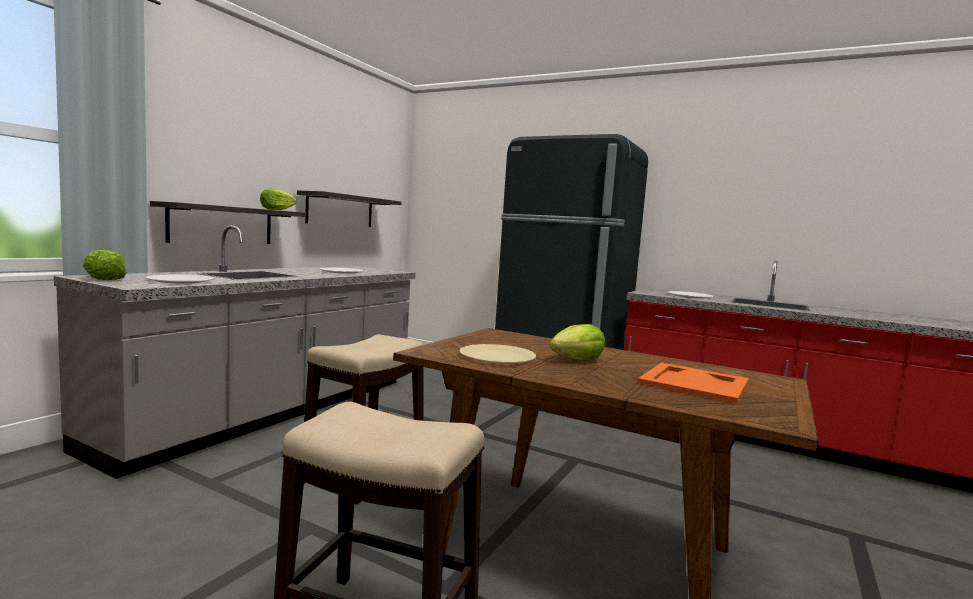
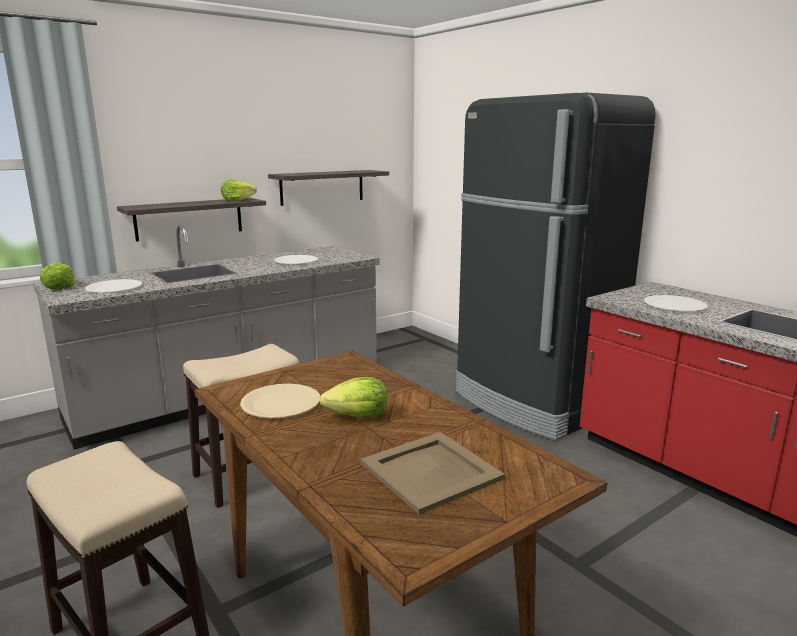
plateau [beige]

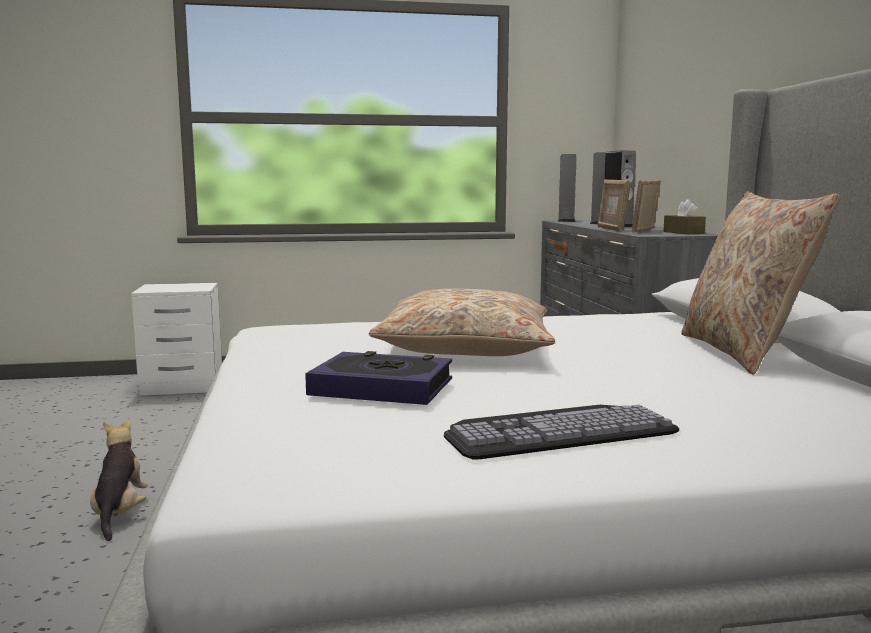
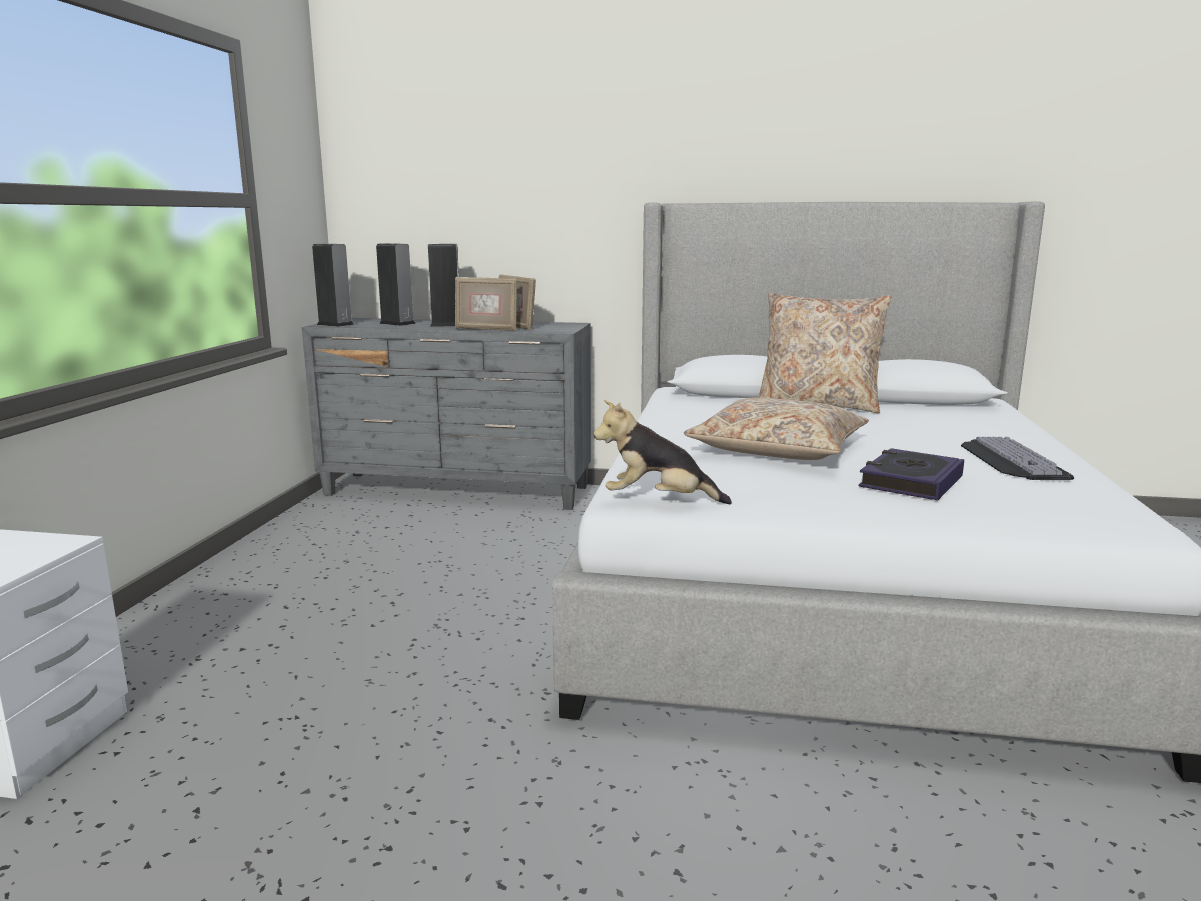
boîte à mouchoirs [marron]; peluche

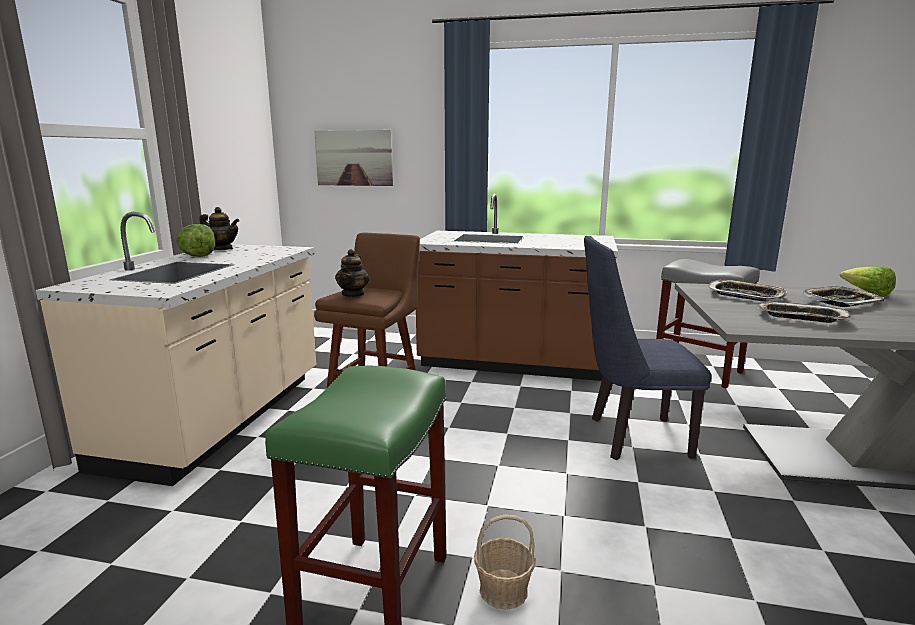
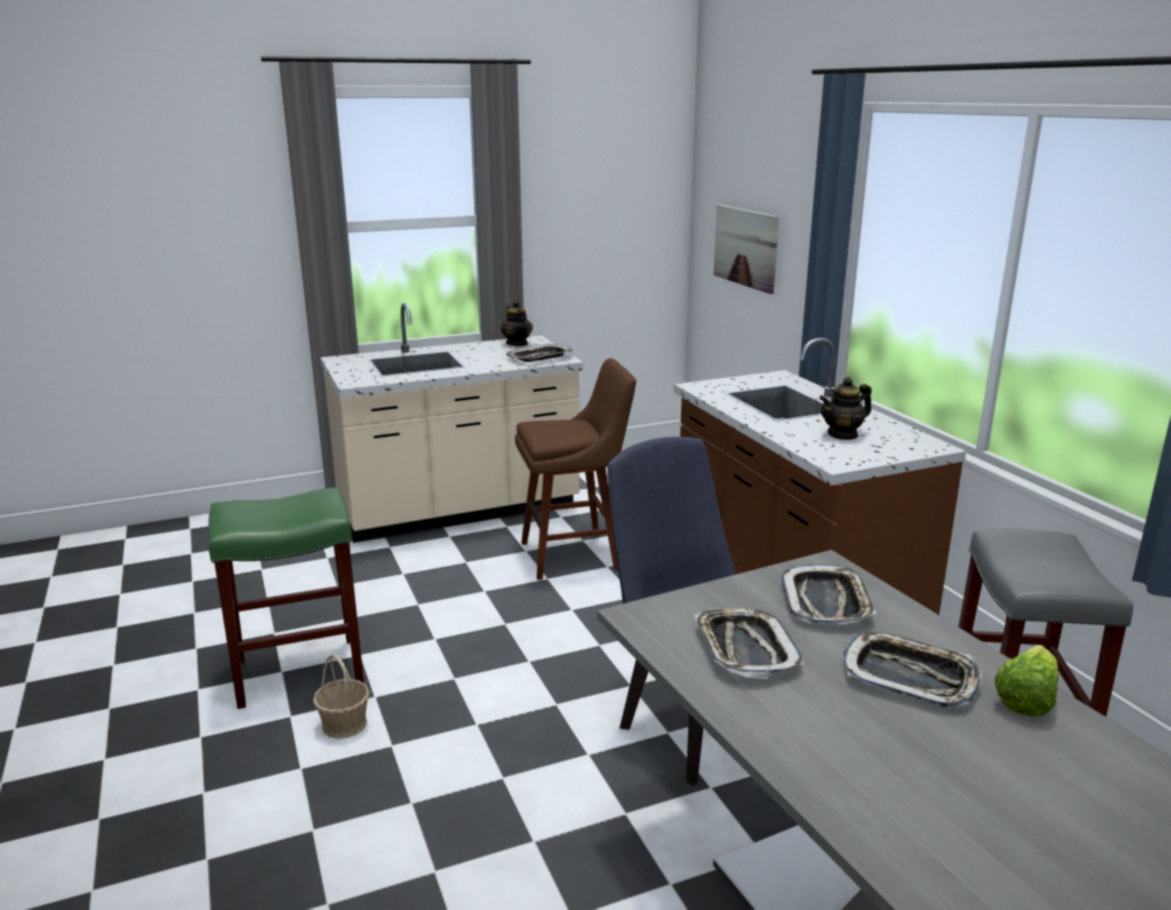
laitue (no. 1 from left in the first image); plateau (no. 1 from left); théière (no. 2 from left)

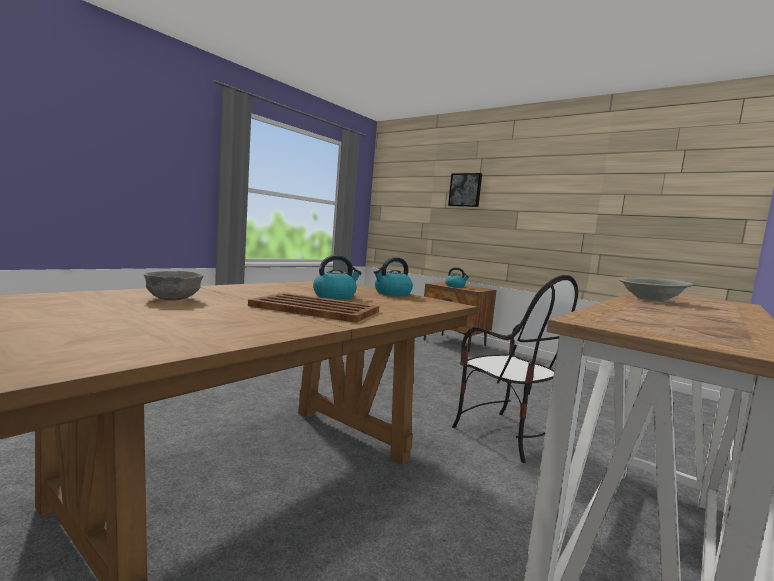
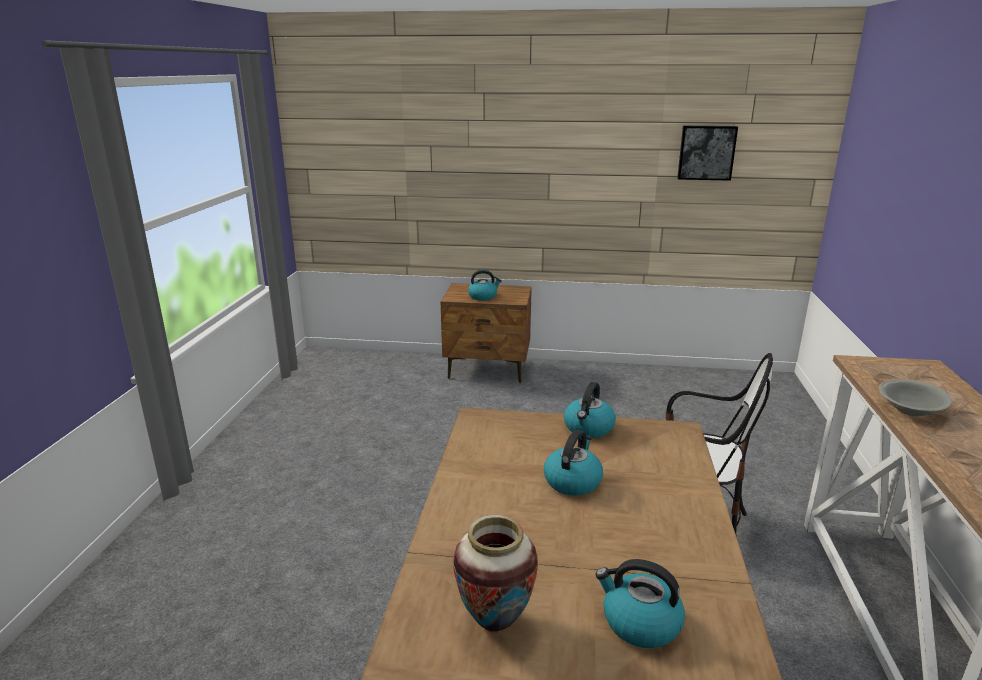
plateau [marron]; bouilloire (no. 4 from left); tableau; vase

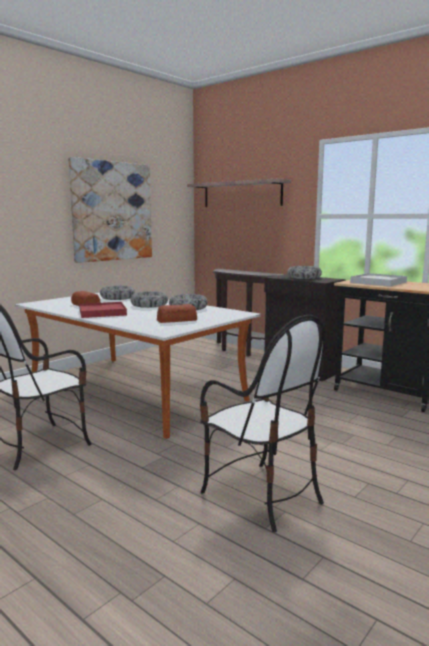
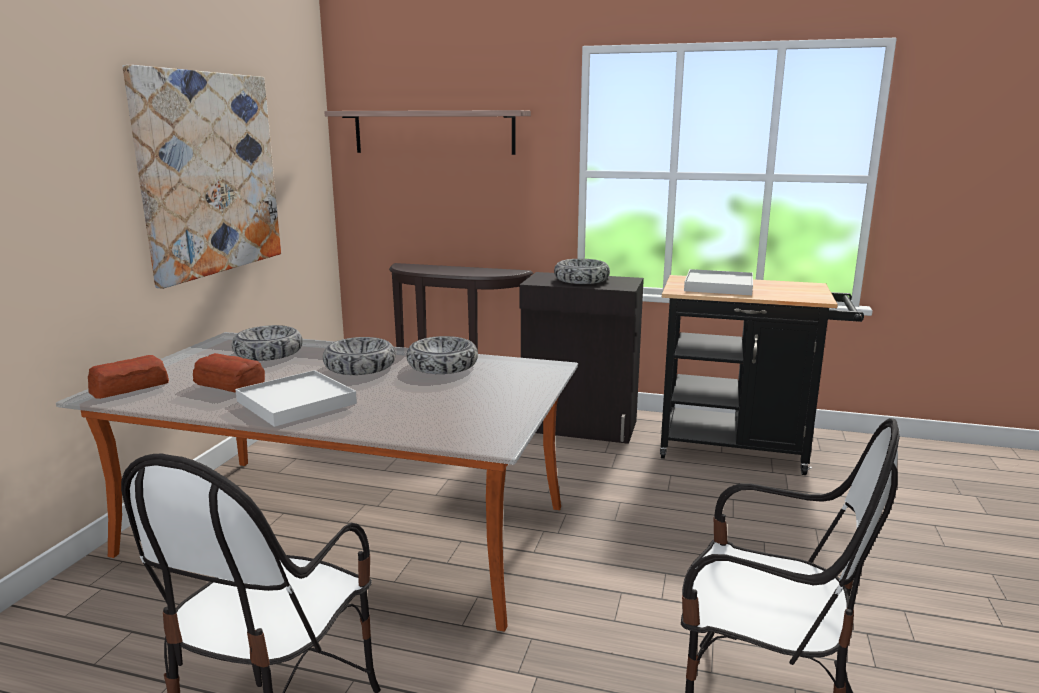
pain (no. 1 from left); plateau [blanc] (no. 1 from left)

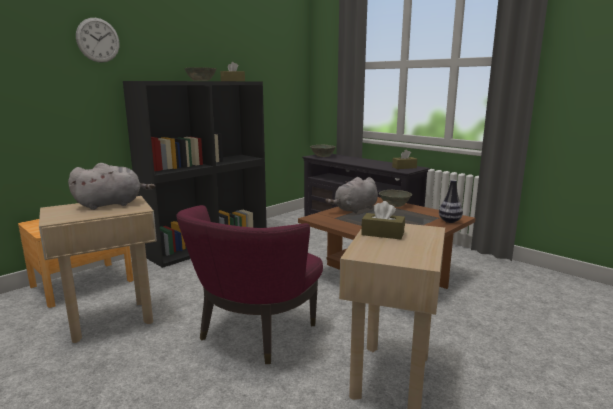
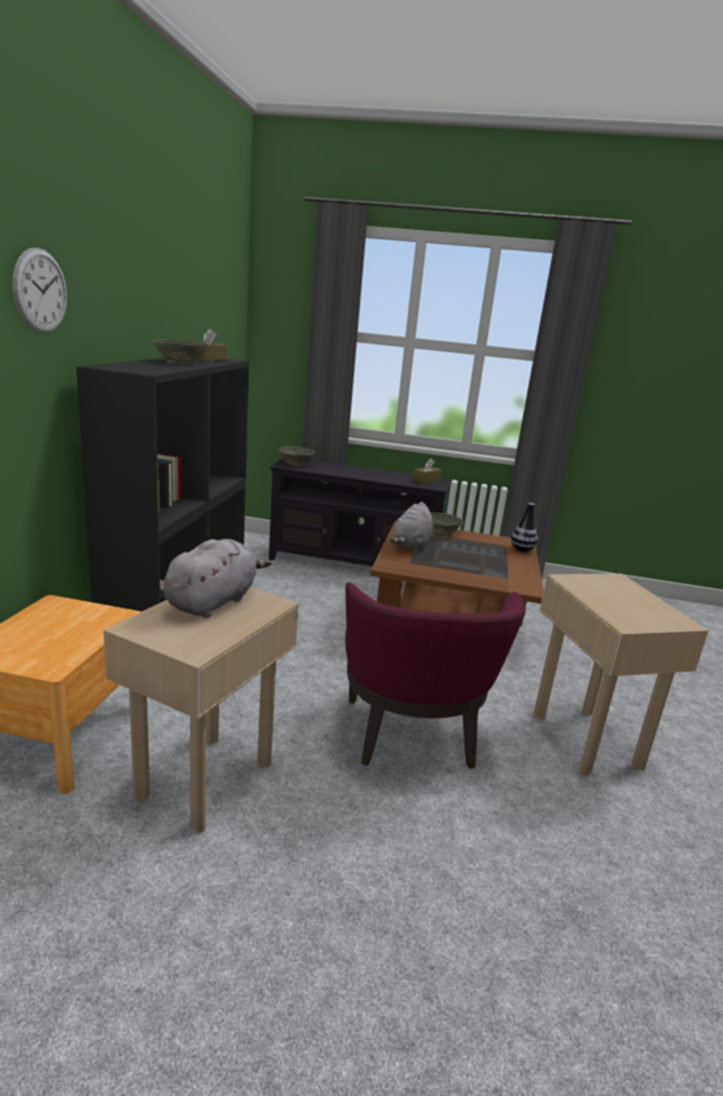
boîte à mouchoirs [marron] (no. 2 from left in the first image)

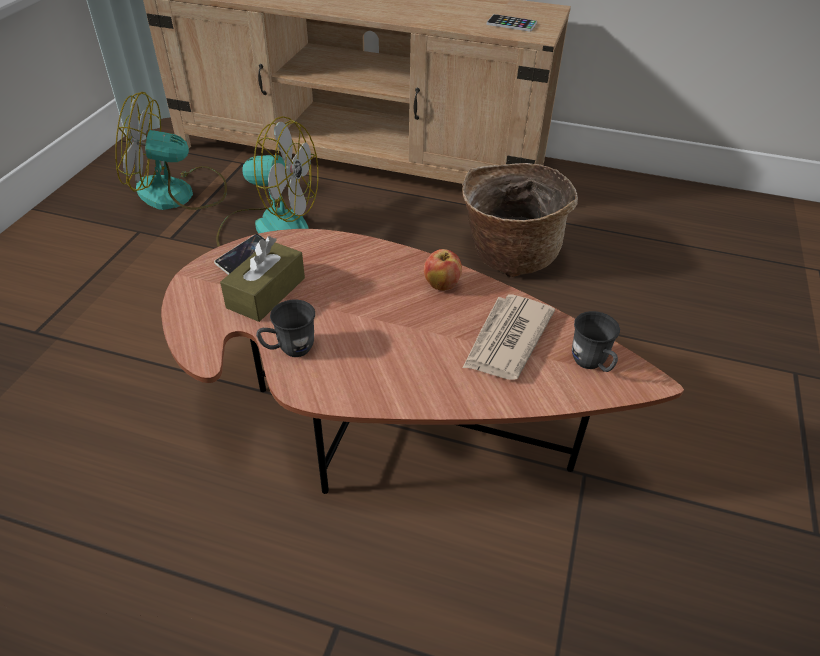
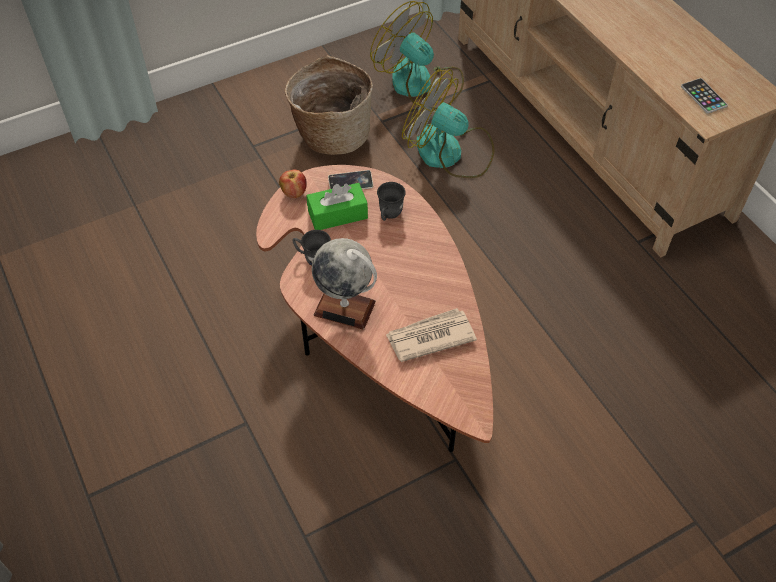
globe; pomme; panier; mug [gris] (no. 2 from left); boîte à mouchoirs [vert]; ventilateur (no. 2 from left)

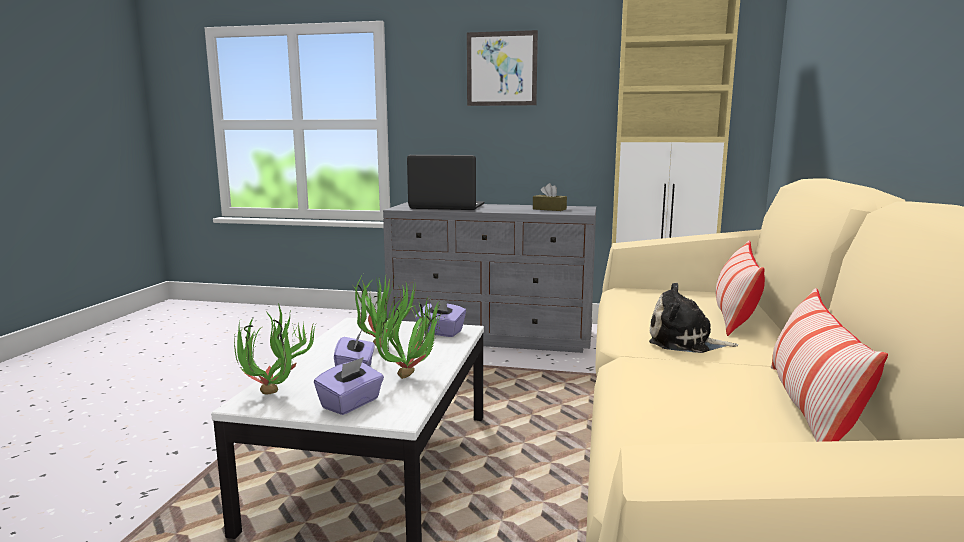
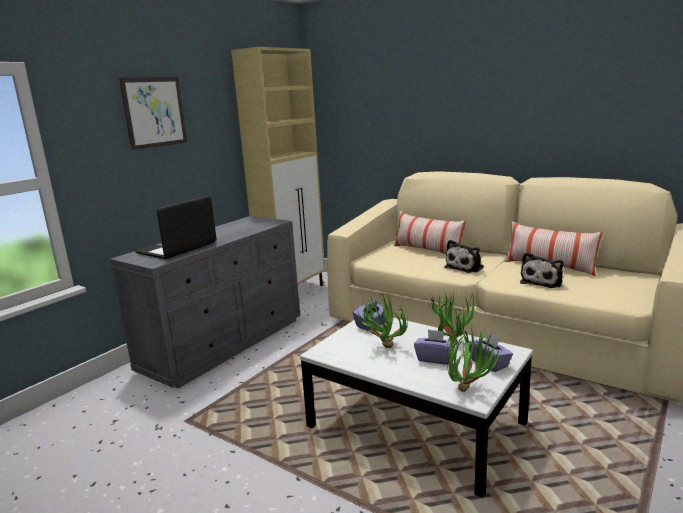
boîte à mouchoirs [marron]; peluche (no. 2 from left)

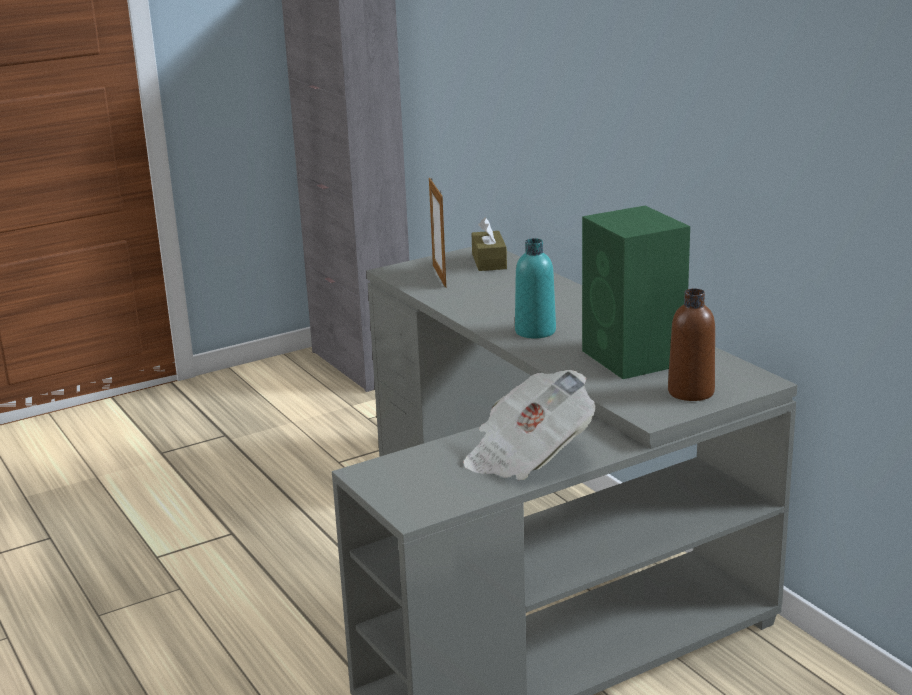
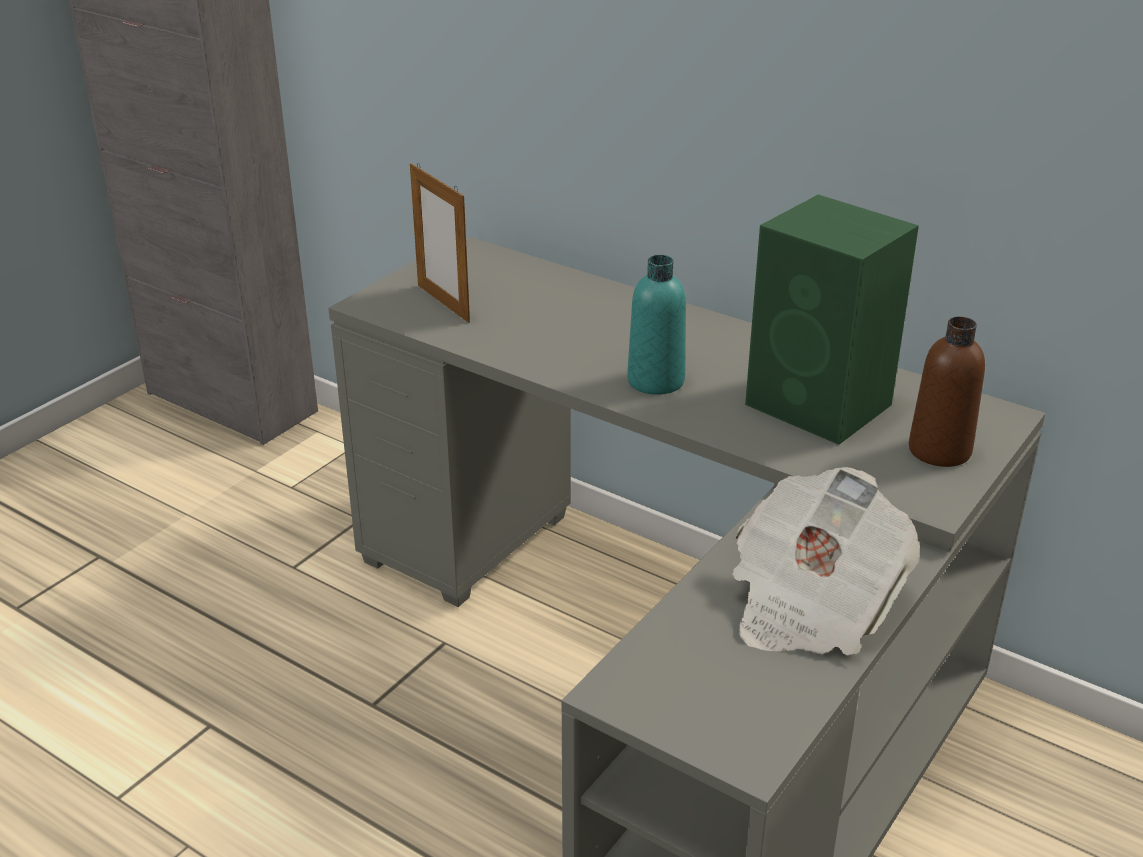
boîte à mouchoirs [marron]

